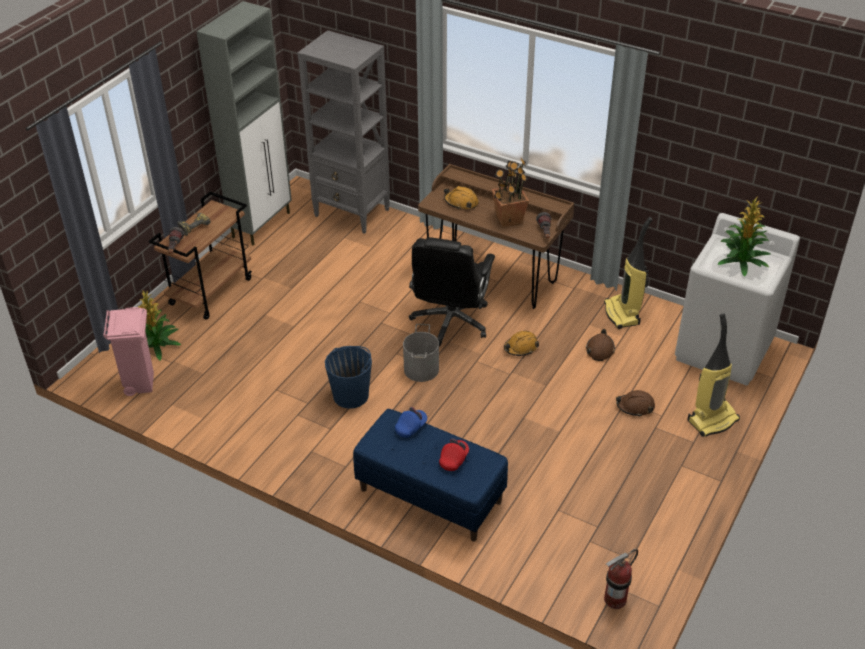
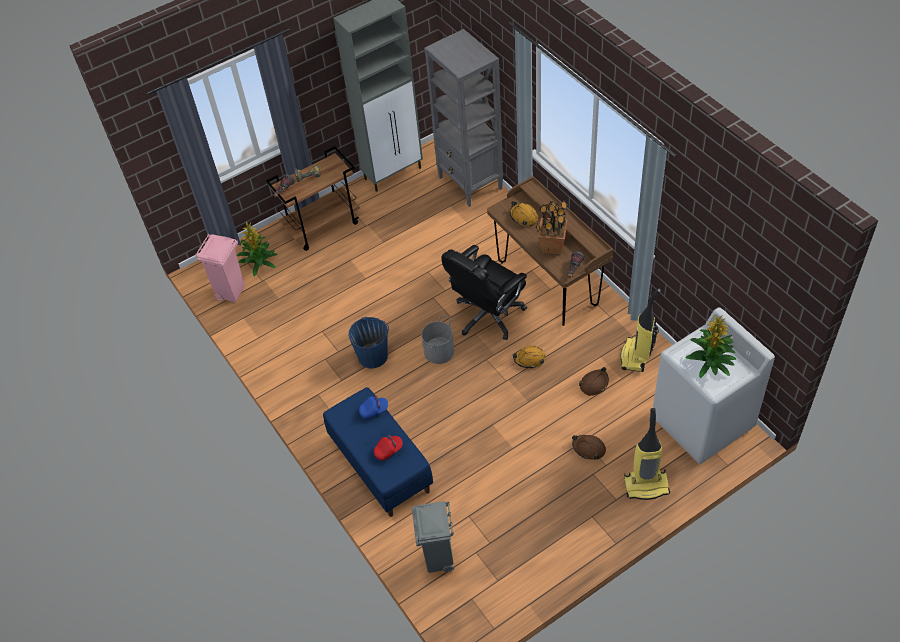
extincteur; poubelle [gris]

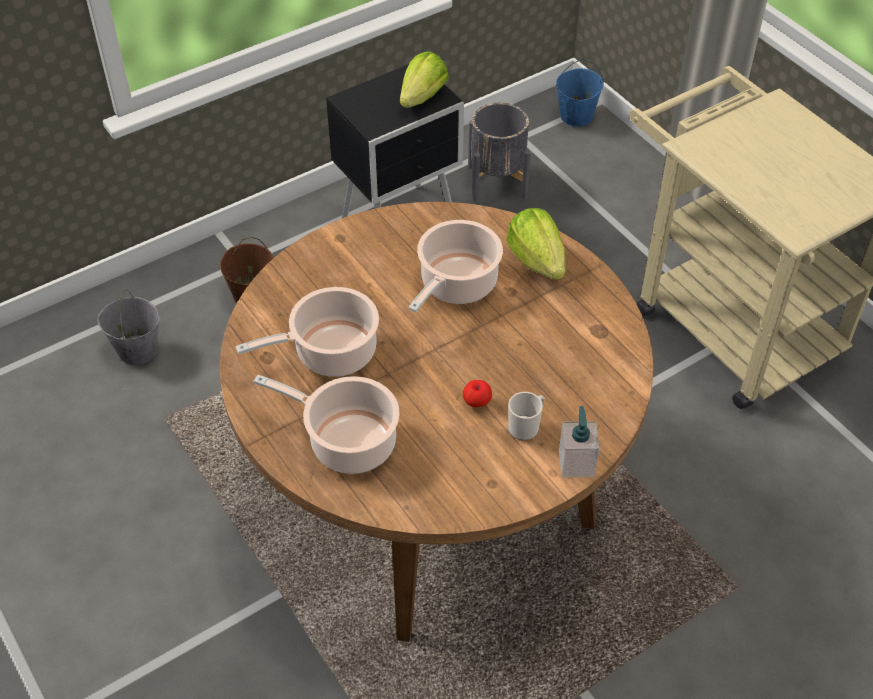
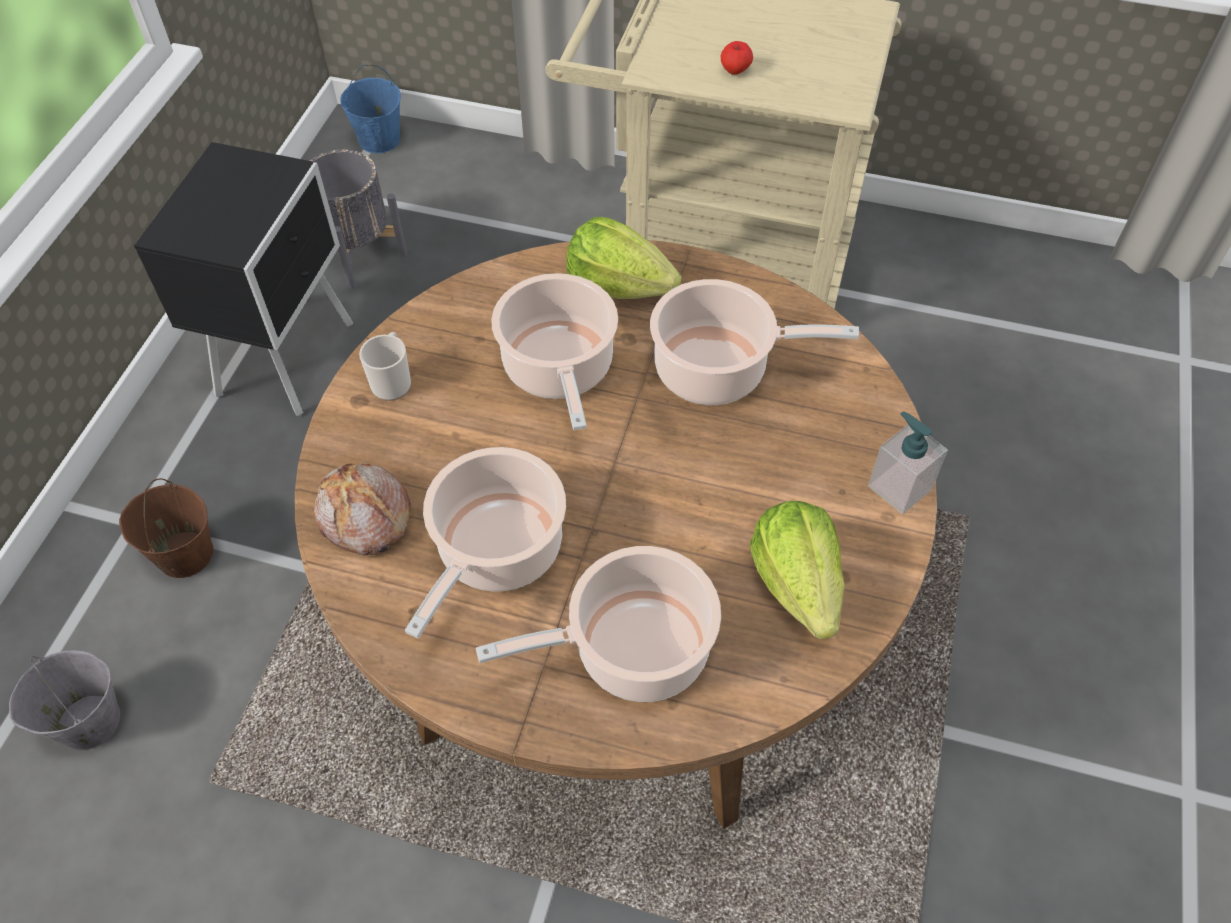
pain; marmite (no. 4 from left); laitue (no. 2 from left); pomme; mug

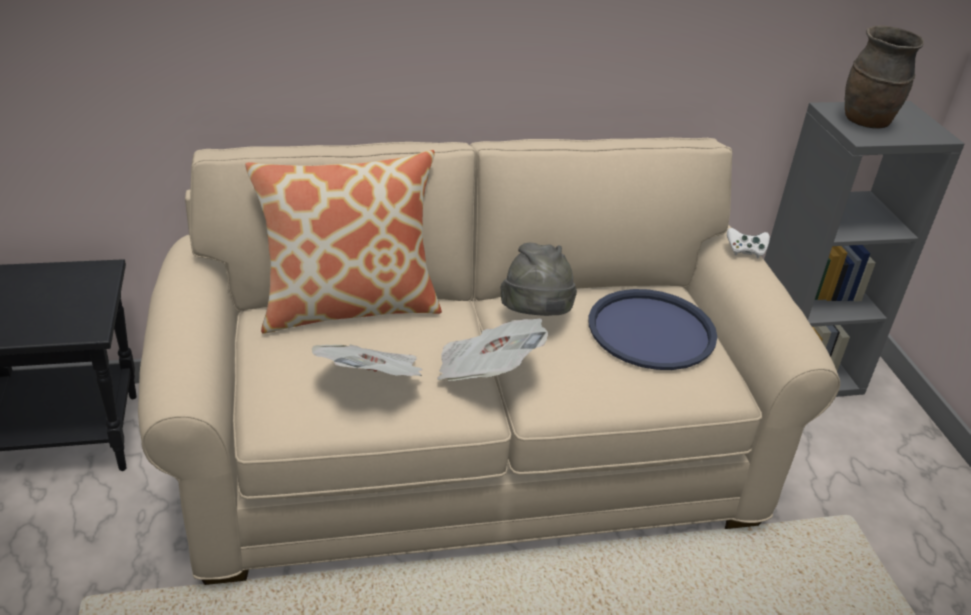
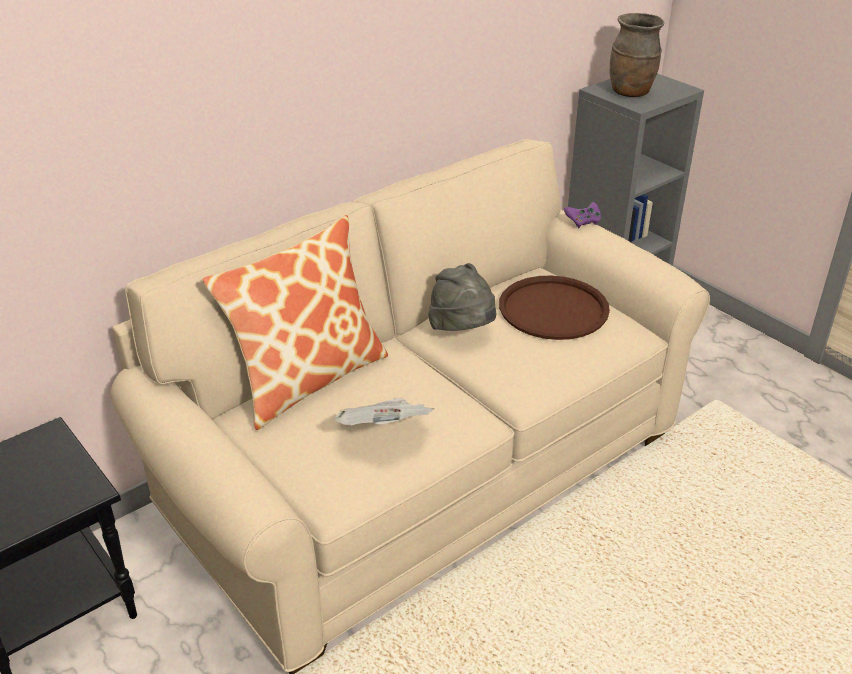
journal (no. 2 from left in the first image); plateau [marron]; manette [violet]

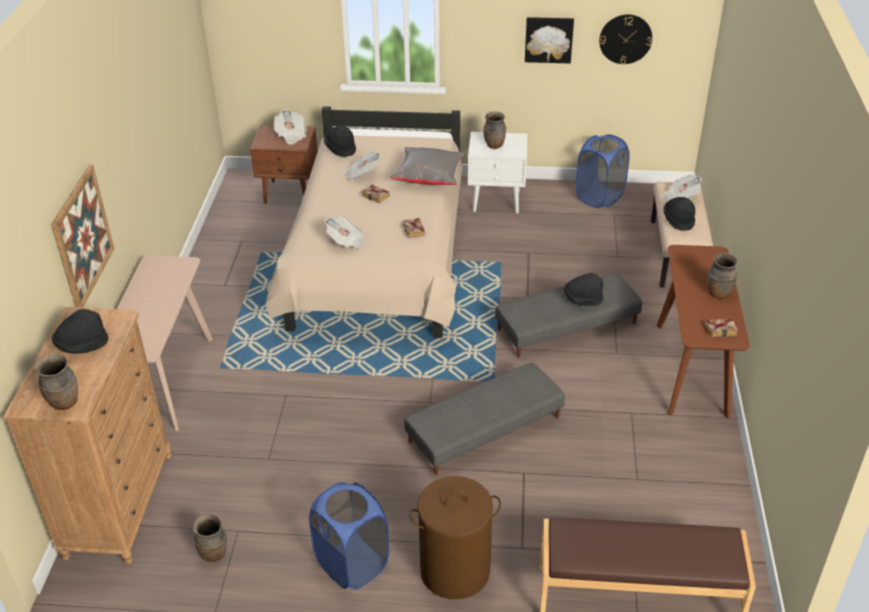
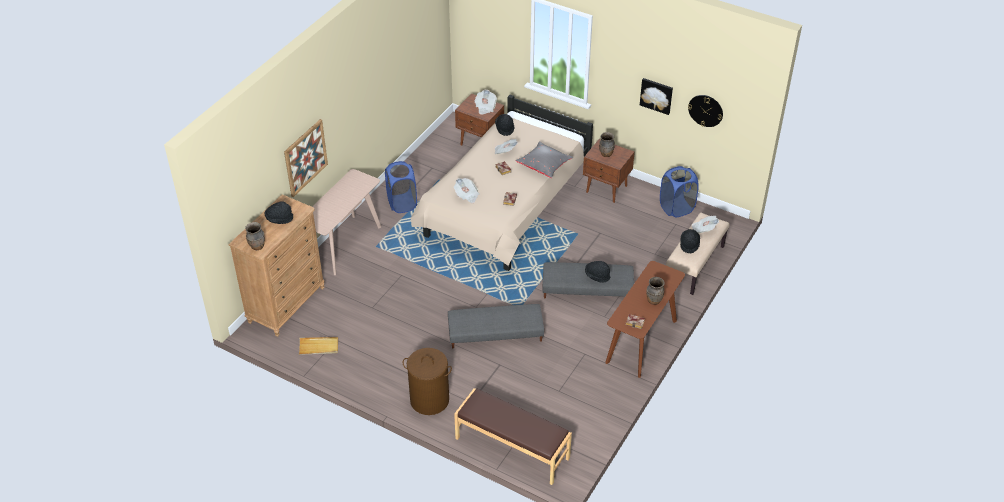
panier à linge [bleu] (no. 1 from left); plateau [beige]; table de chevet [marron] (no. 2 from left)

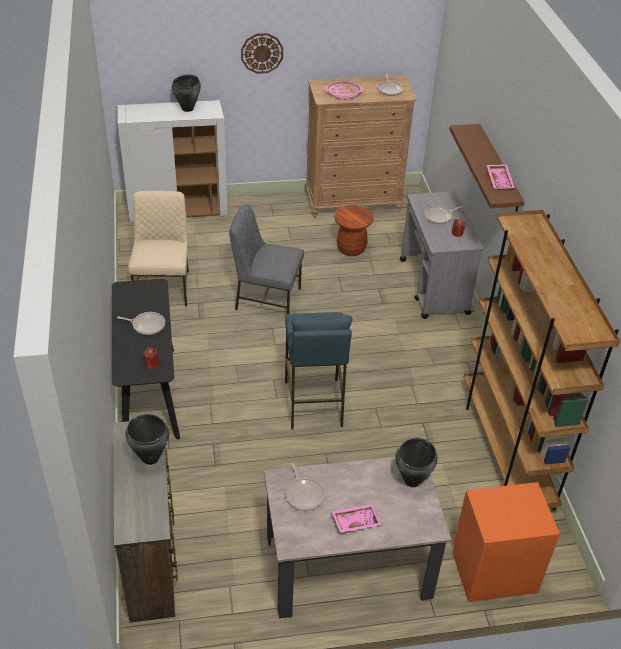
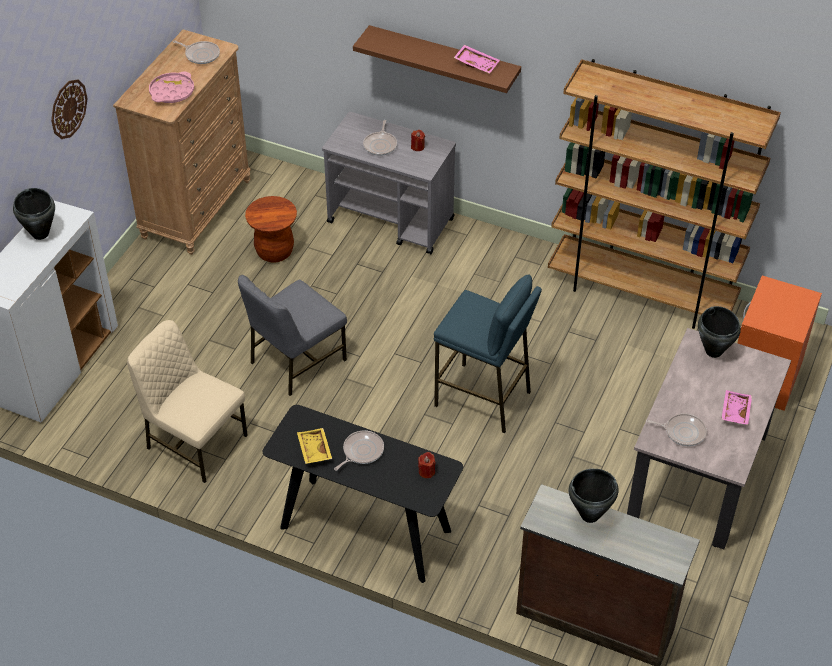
plateau [jaune]

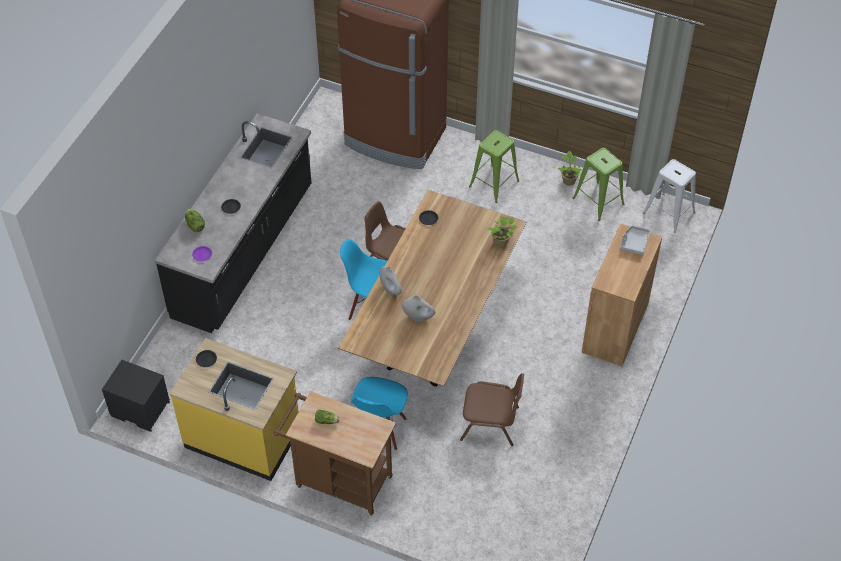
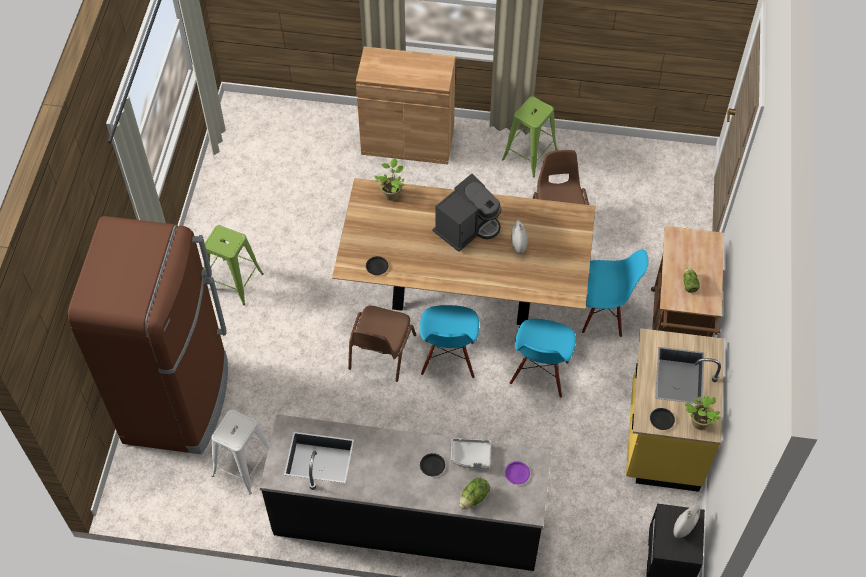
machine à café; chaise [bleu] (no. 2 from left); vase [blanc] (no. 2 from left); plante en pot (no. 2 from left); tabouret [vert] (no. 2 from left); plateau [gris]; tabouret [blanc]

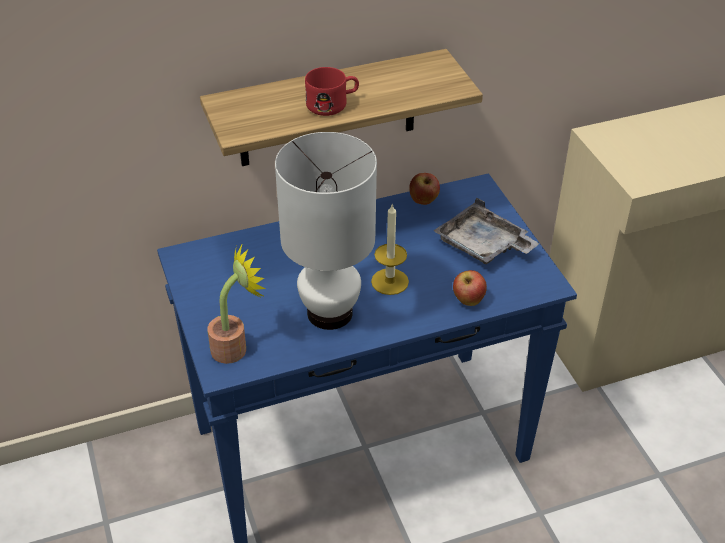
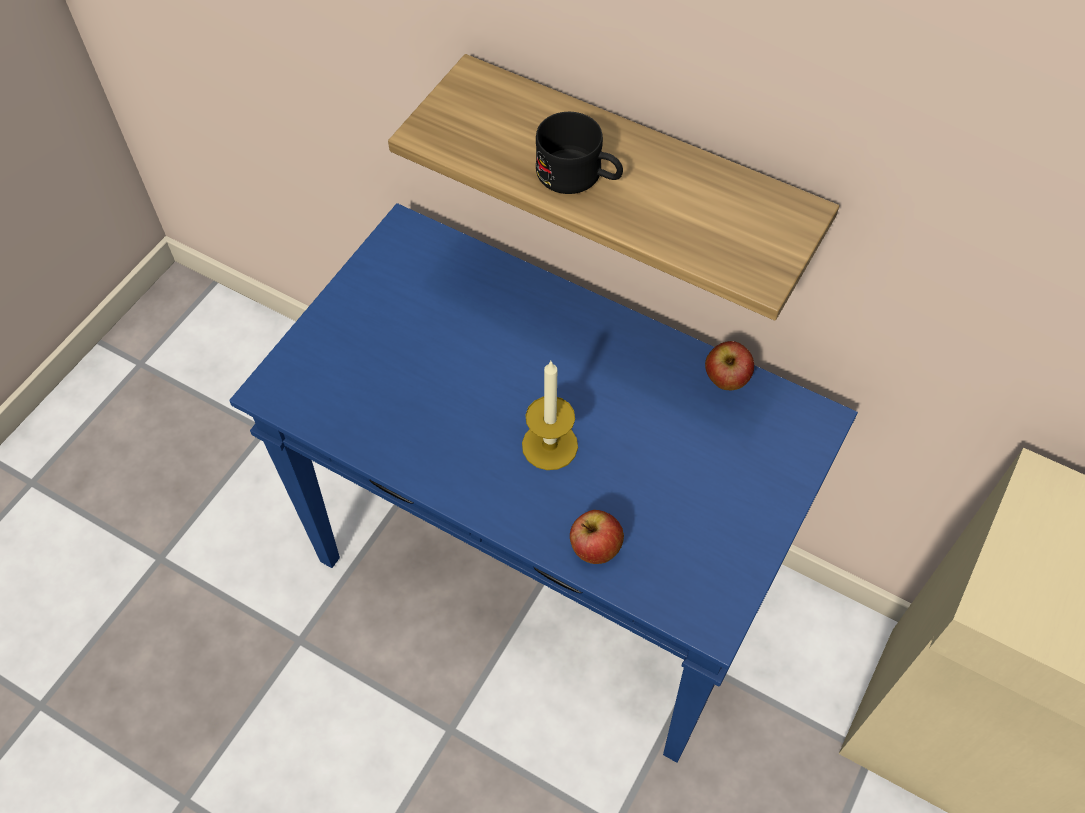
plante en pot; lampe de table [blanc]; plateau [gris]; mug [noir]

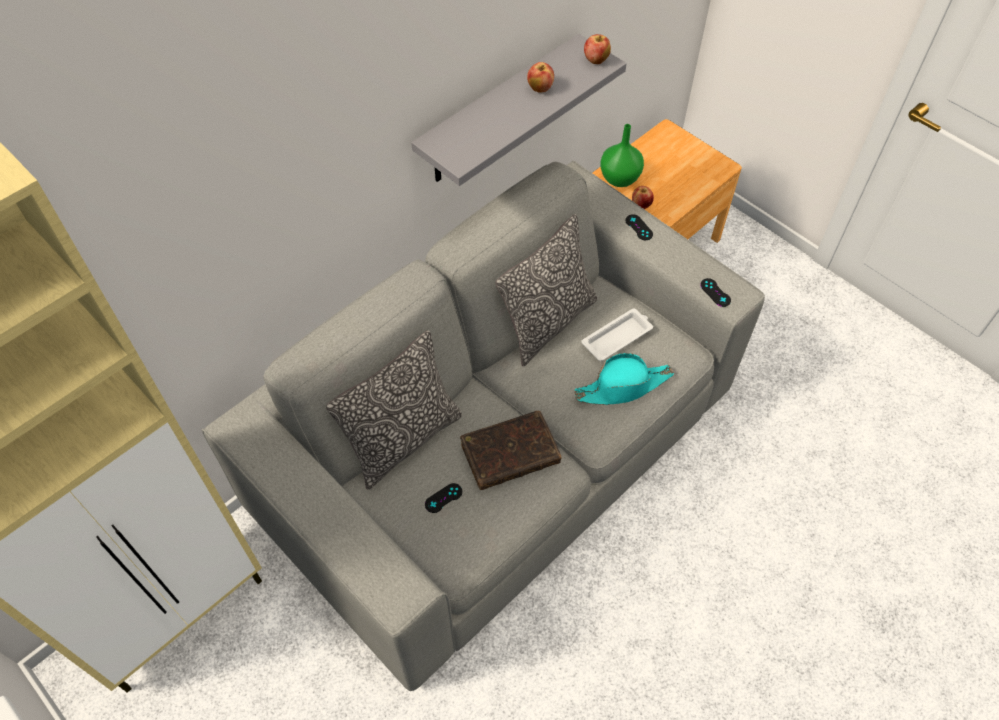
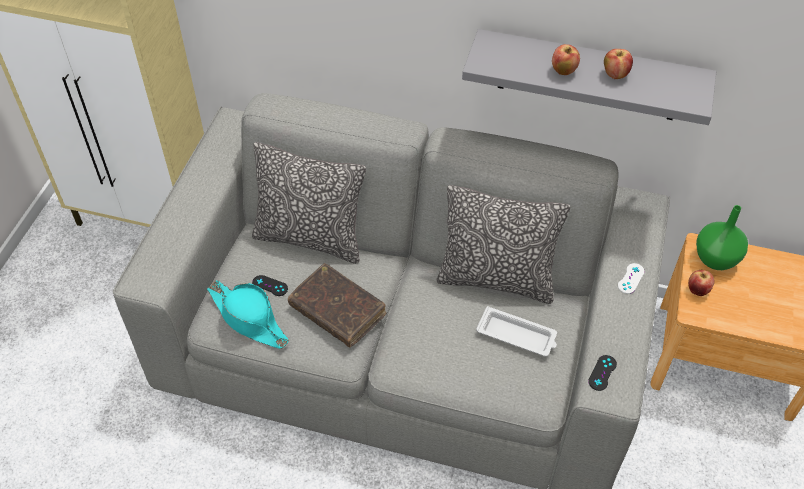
chapeau [turquoise]; pomme (no. 1 from left); manette [blanc]

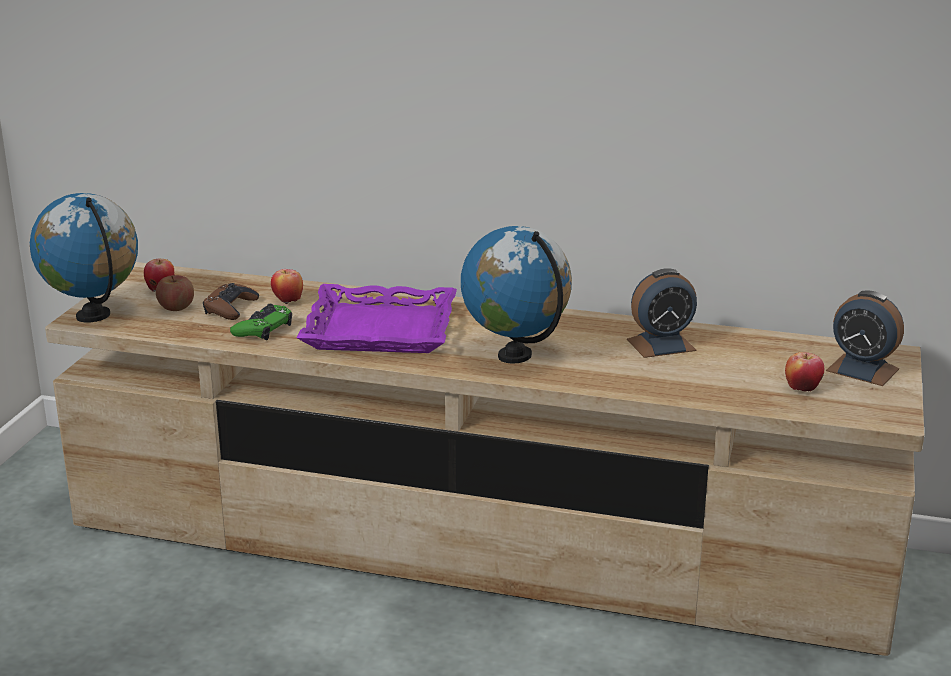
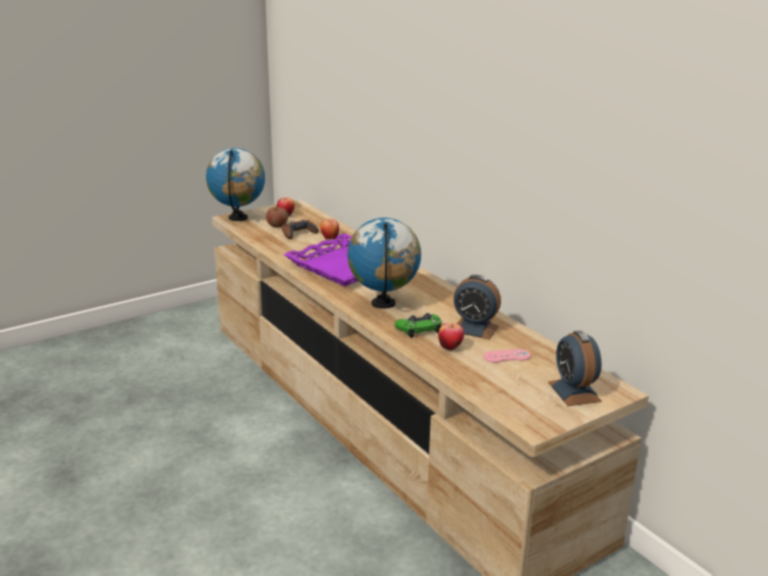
manette [rose]; manette [vert]; pomme (no. 4 from left)

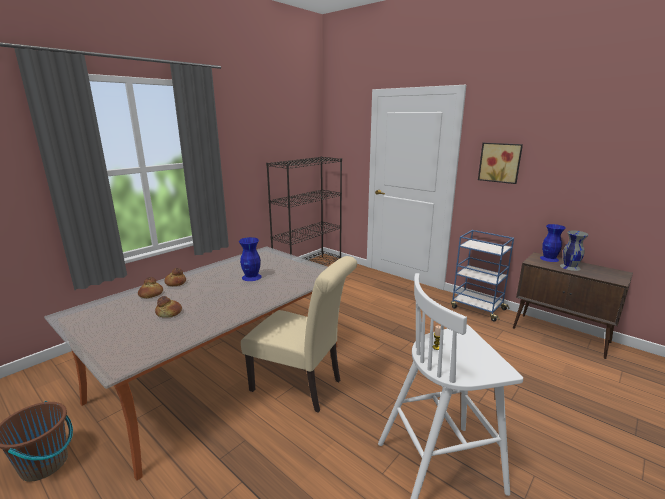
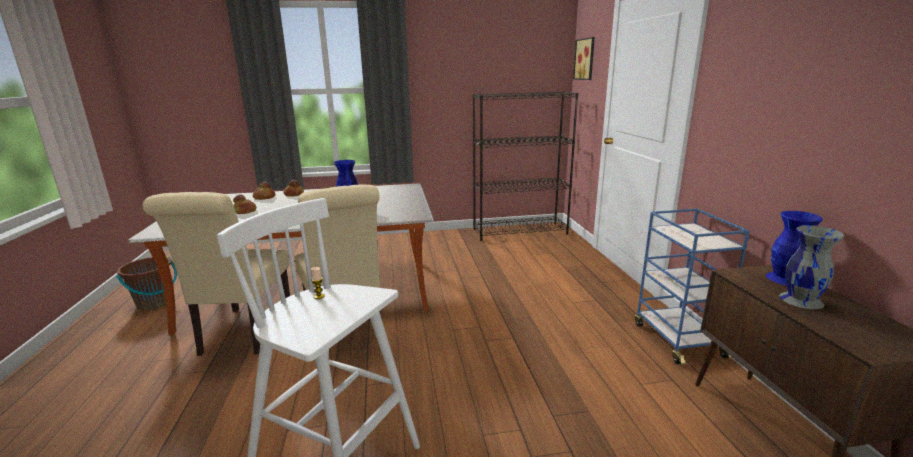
chaise [beige] (no. 1 from left); tableau

